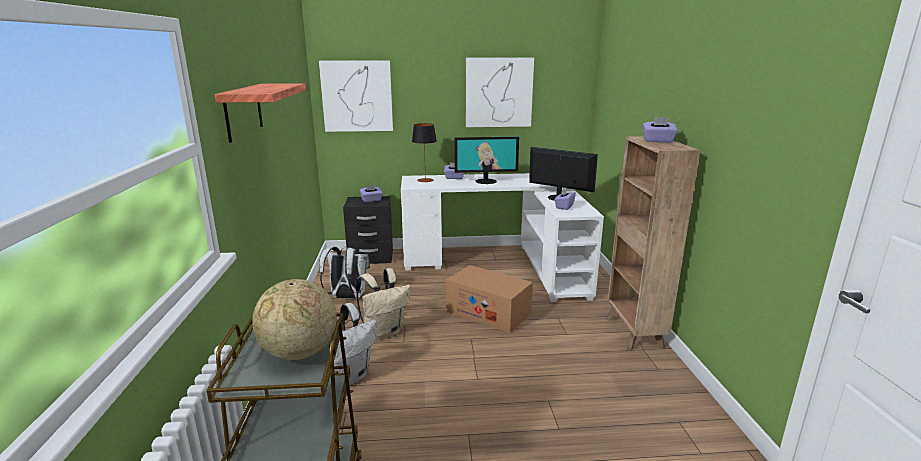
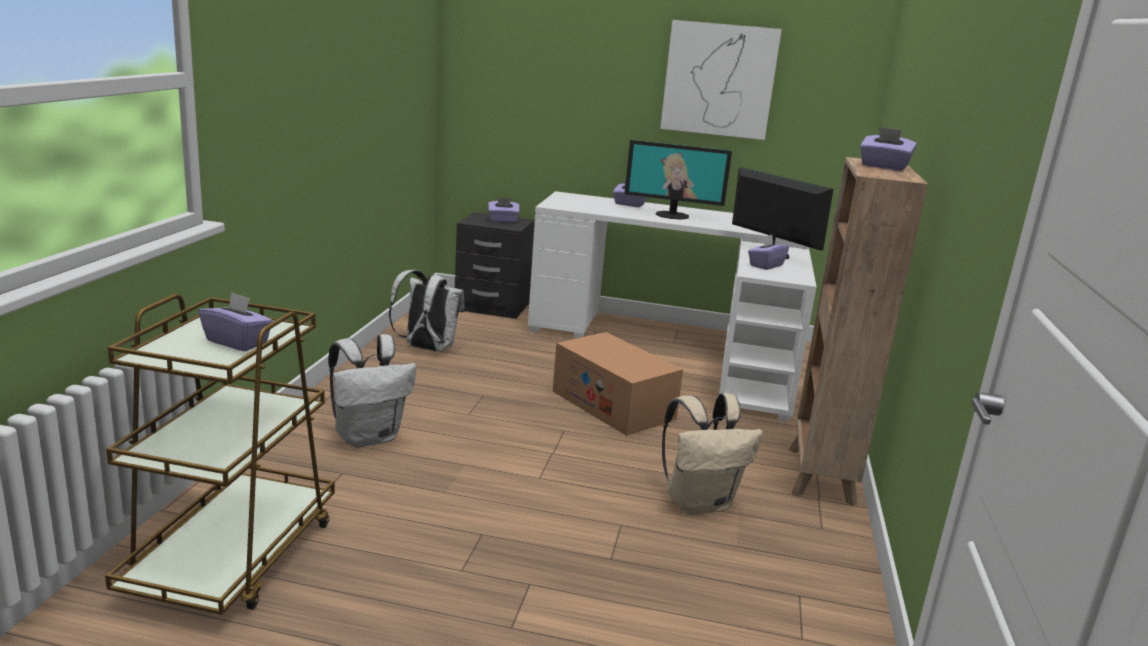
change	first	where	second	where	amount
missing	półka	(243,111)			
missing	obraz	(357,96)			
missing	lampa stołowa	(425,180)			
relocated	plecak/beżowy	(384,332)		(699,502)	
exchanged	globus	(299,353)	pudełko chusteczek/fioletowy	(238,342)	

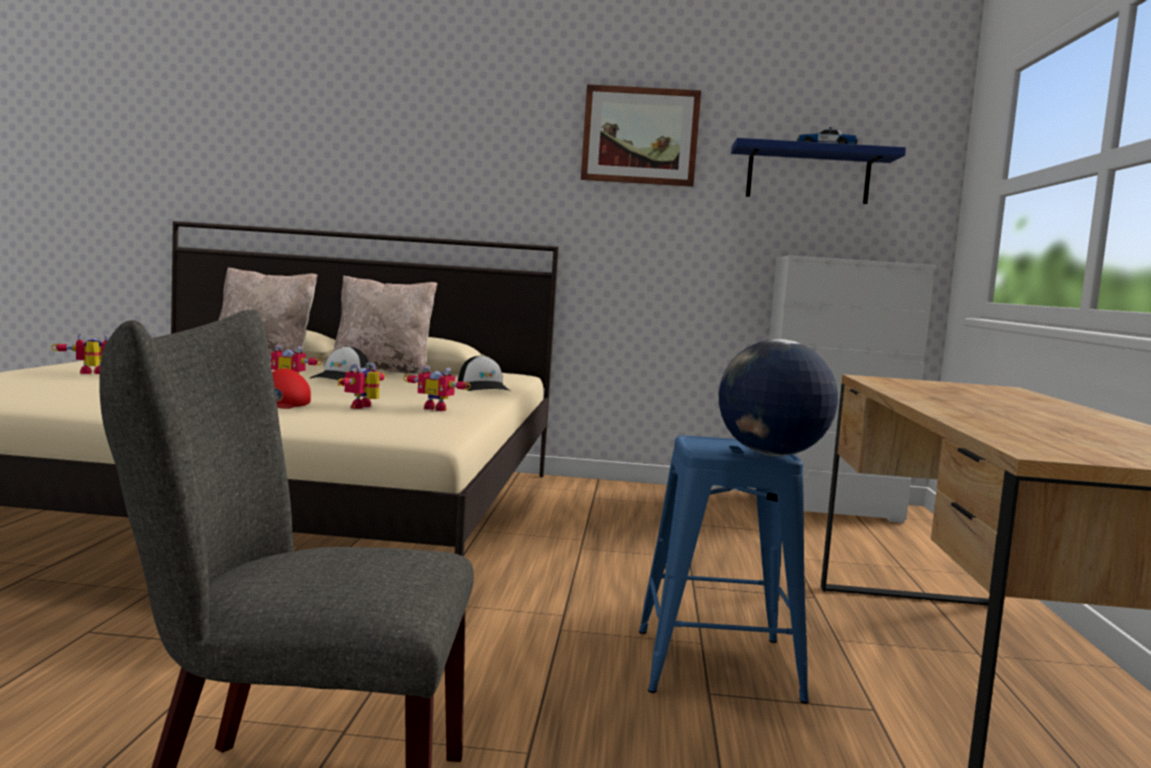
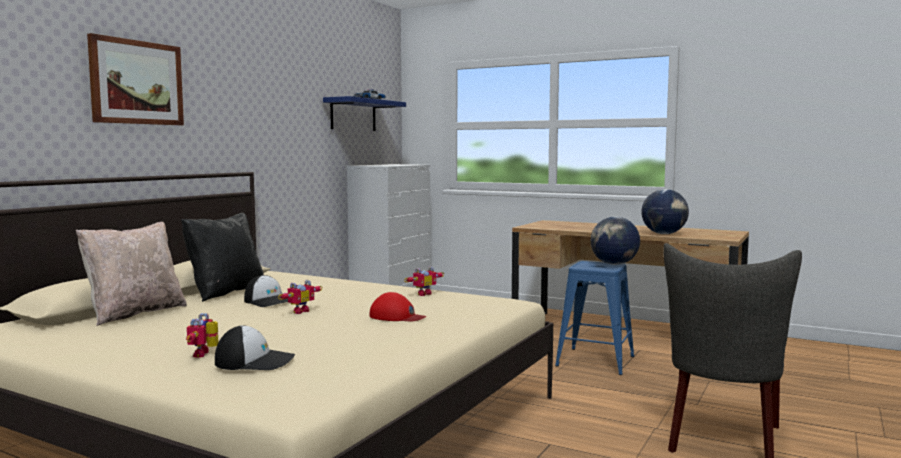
change	first	where	second	where	amount
missing	robot zabawkowy	(365,407)			
appeared			globus	(664,234)	
relocated	czapka z daszkiem	(484,388)		(255,361)	
relocated	obraz	(640,136)		(136,82)	
colour	poduszka/beżowy	(381,371)	poduszka/czarny	(225,292)	

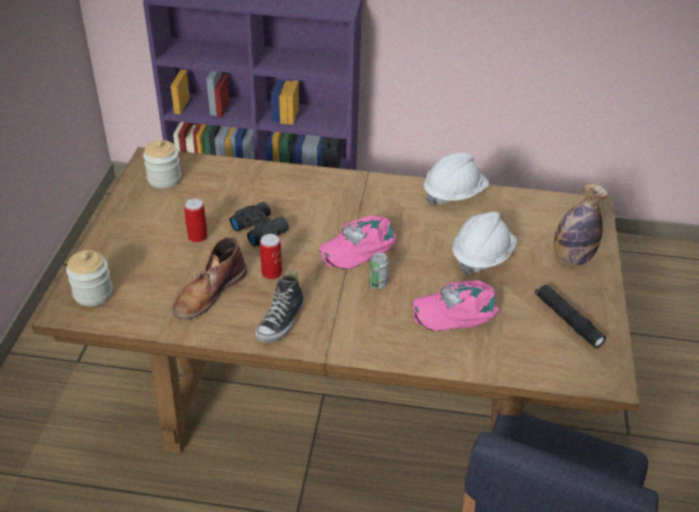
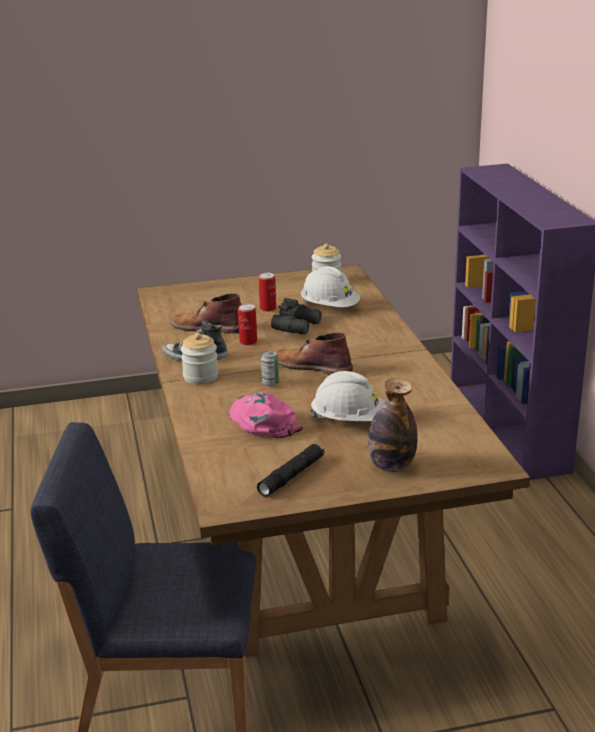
change	first	where	second	where	amount
relocated	słoik	(93,293)		(200,377)	
relocated	kask/biały	(454,194)		(330,307)	
exchanged	czapka z daszkiem/różowy	(358,246)	but z cholewką/brązowy	(311,366)	

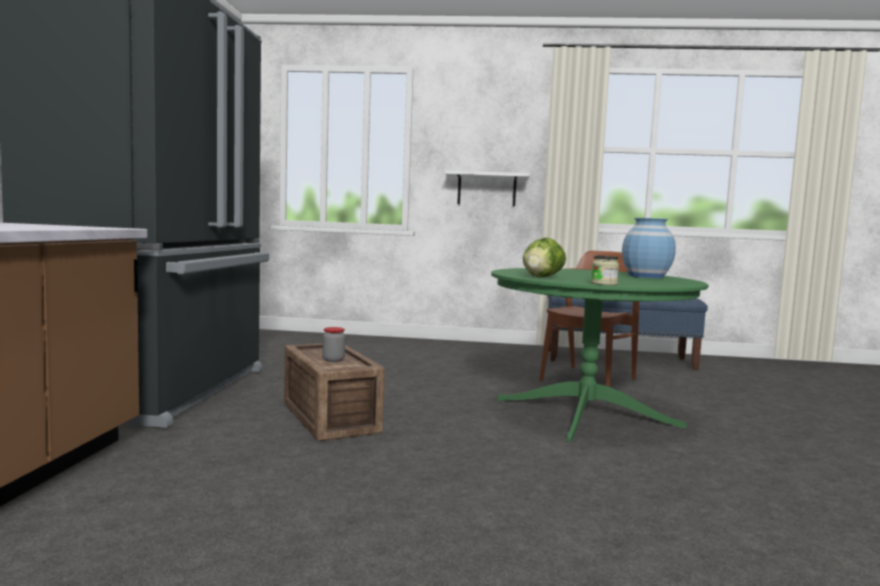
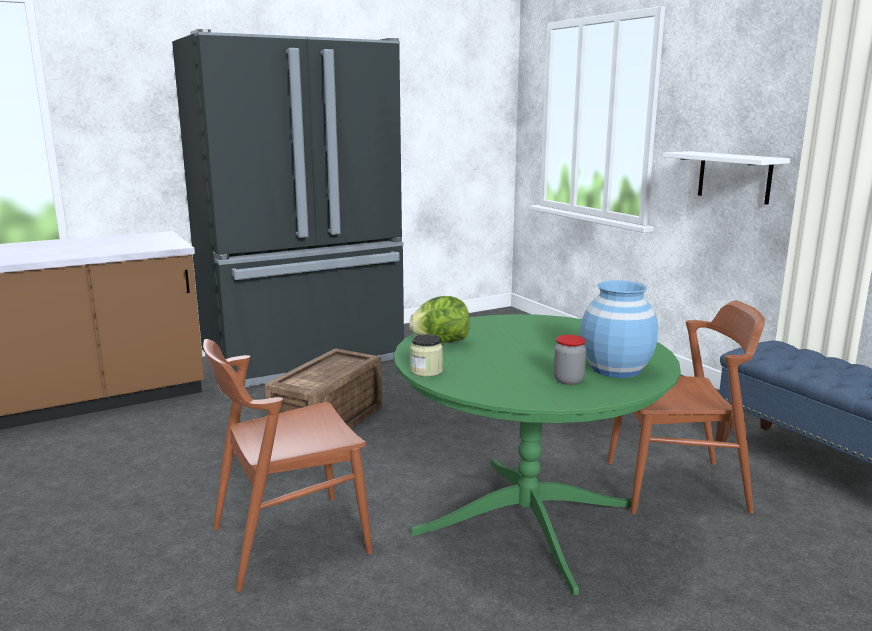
change	first	where	second	where	amount
appeared			krzesło/brązowy	(289,540)	
relocated	słoik	(333,360)		(568,380)	

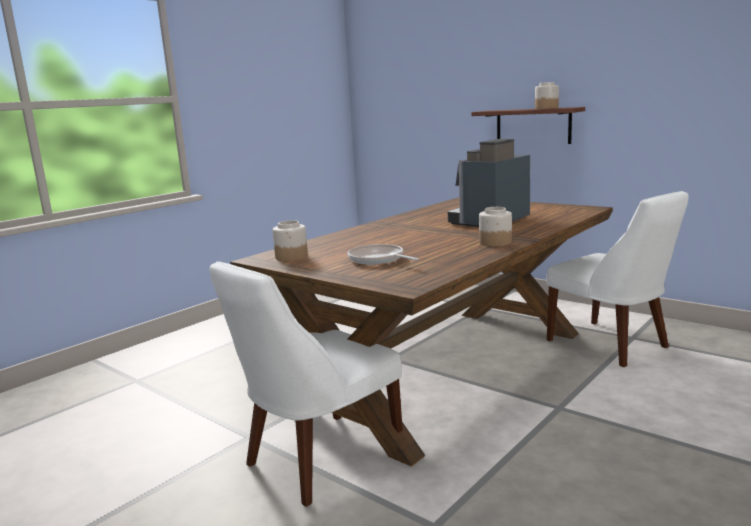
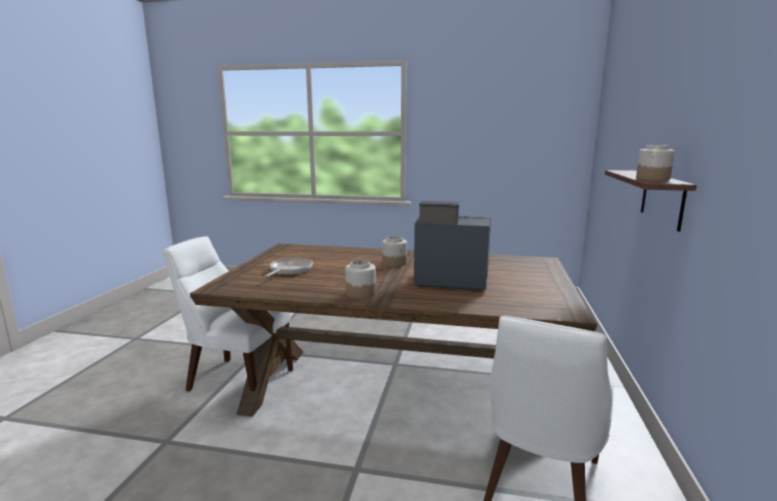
change	first	where	second	where	amount
relocated	słoik	(292,257)		(394,263)	

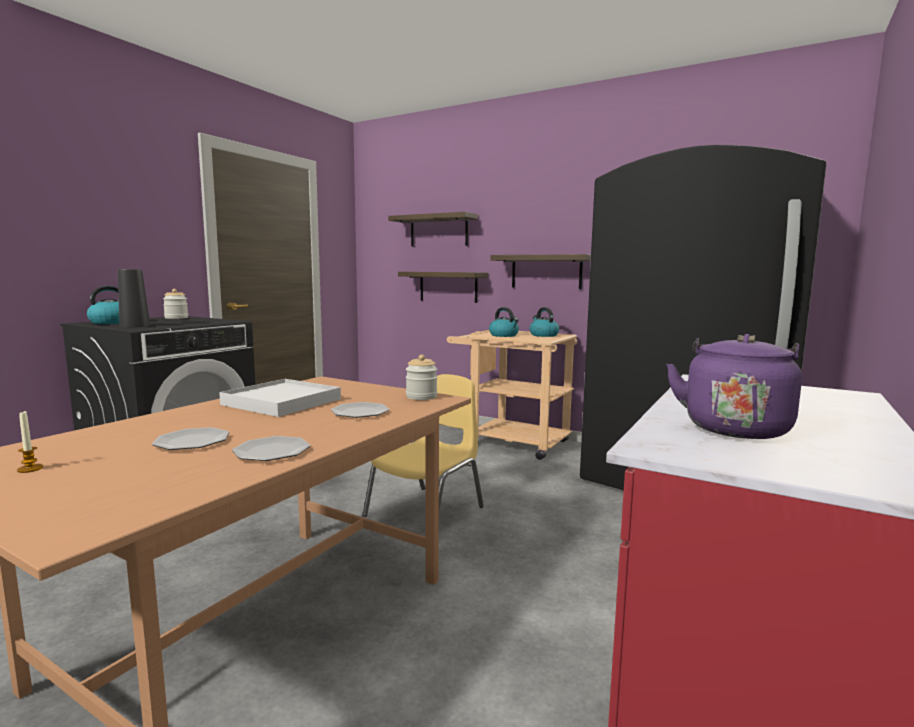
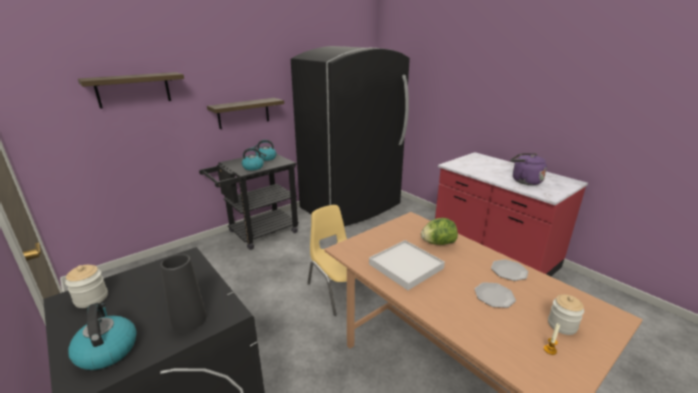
change	first	where	second	where	amount
missing	półka	(448,286)			
relocated	słoik	(421,397)		(562,325)	
exchanged	talerz	(359,412)	sałata	(438,243)	
colour	wózek/beżowy	(510,442)	wózek/czarny	(258,233)	

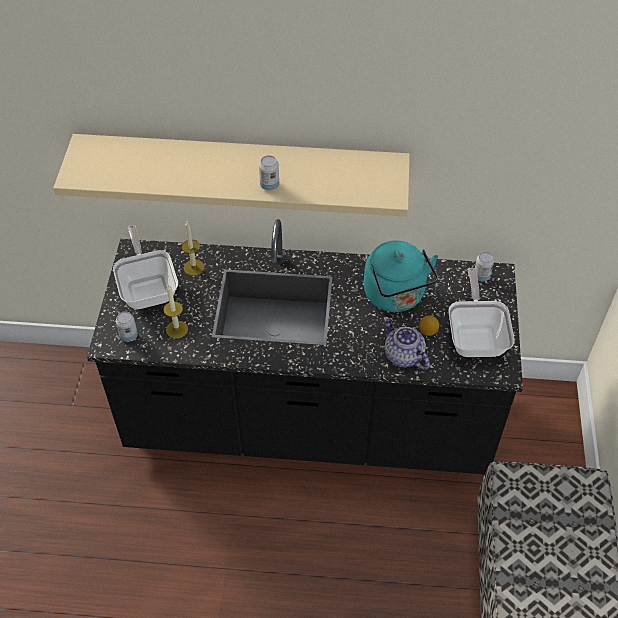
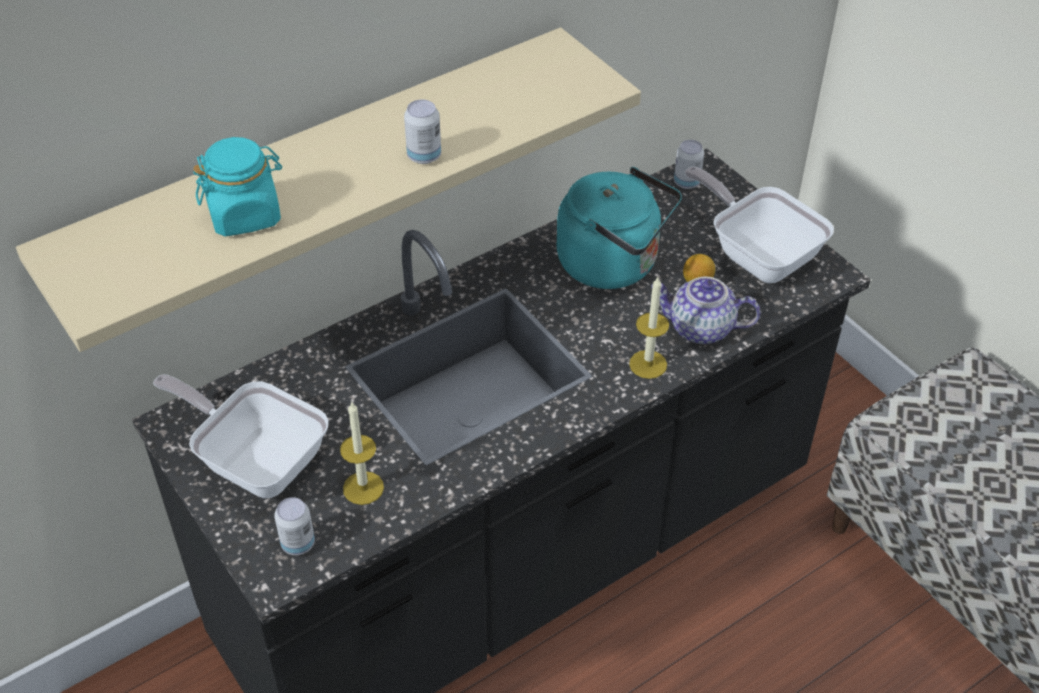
change	first	where	second	where	amount
appeared			słoik/turkusowy	(245,214)	
relocated	świeca	(194,267)		(648,364)	

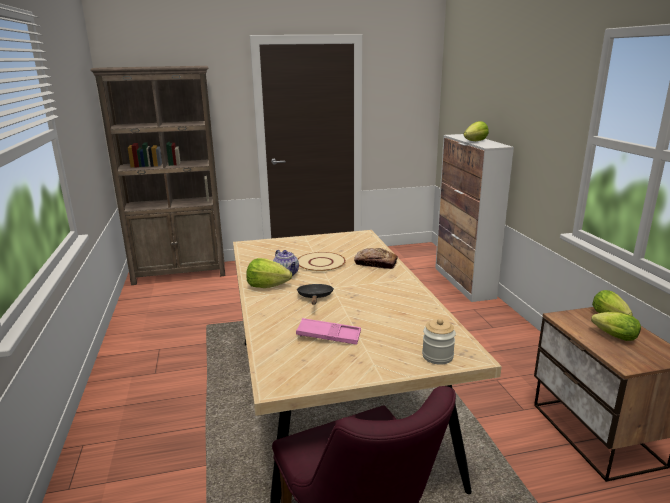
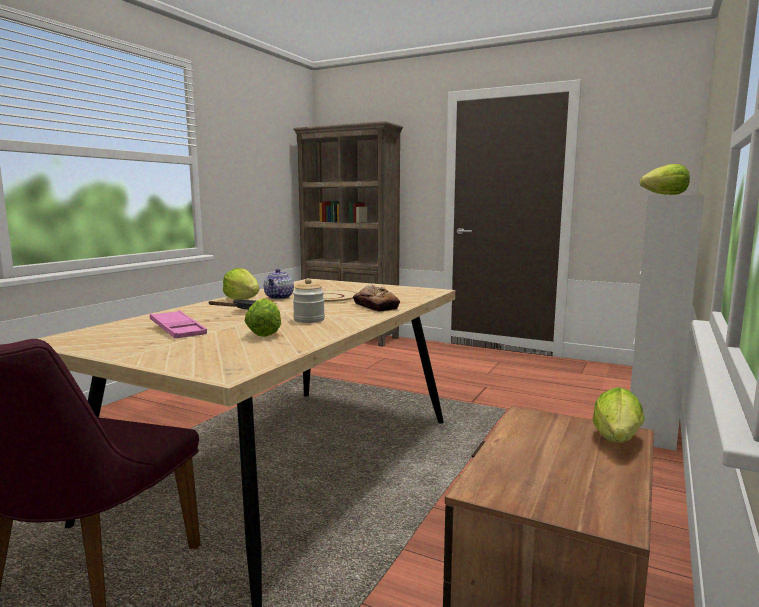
change	first	where	second	where	amount
relocated	słoik	(437,356)		(309,320)	
relocated	sałata	(612,336)		(264,333)	

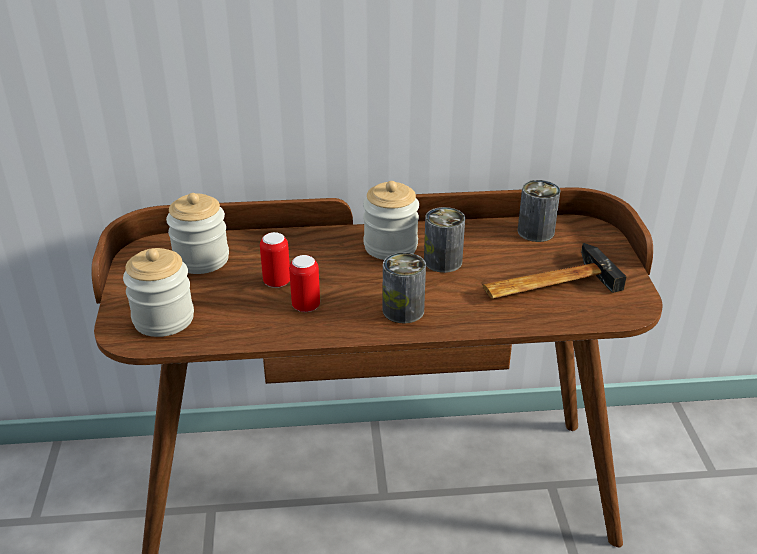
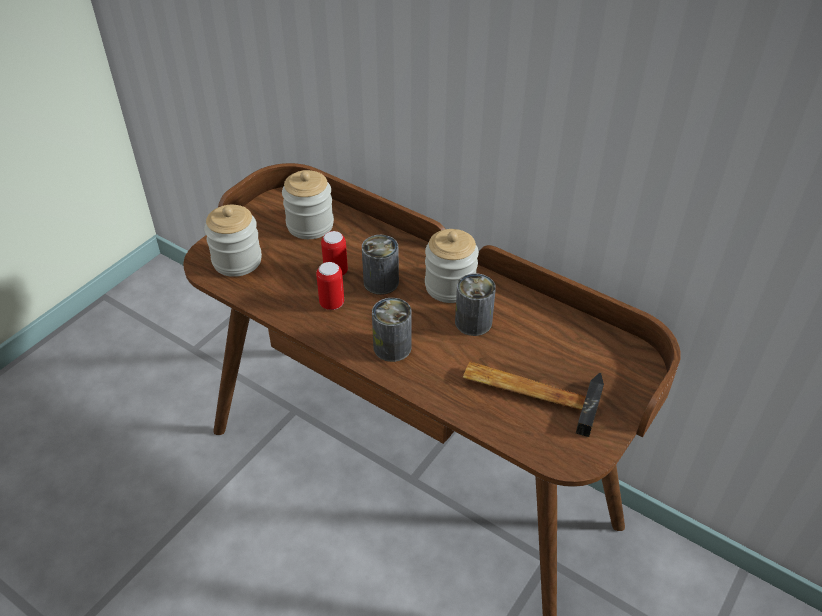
change	first	where	second	where	amount
relocated	puszka	(536,232)		(381,282)	

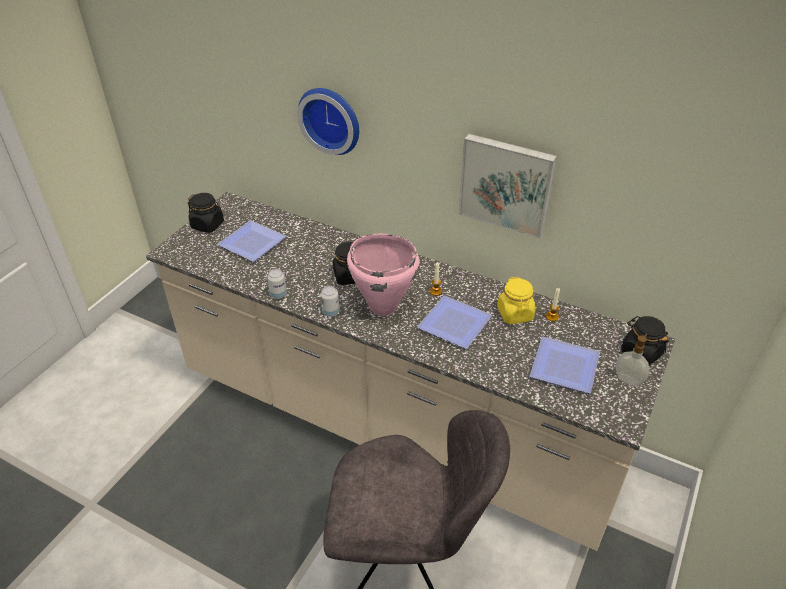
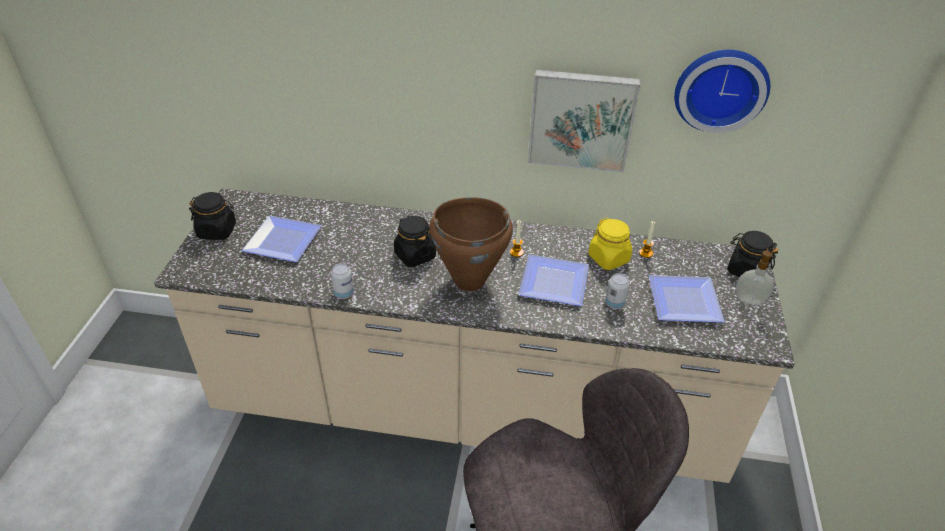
change	first	where	second	where	amount
relocated	zegar ścienny	(331,119)		(720,88)	
relocated	puszka	(331,312)		(614,303)	
colour	garnek/różowy	(383,306)	garnek/brązowy	(468,280)	

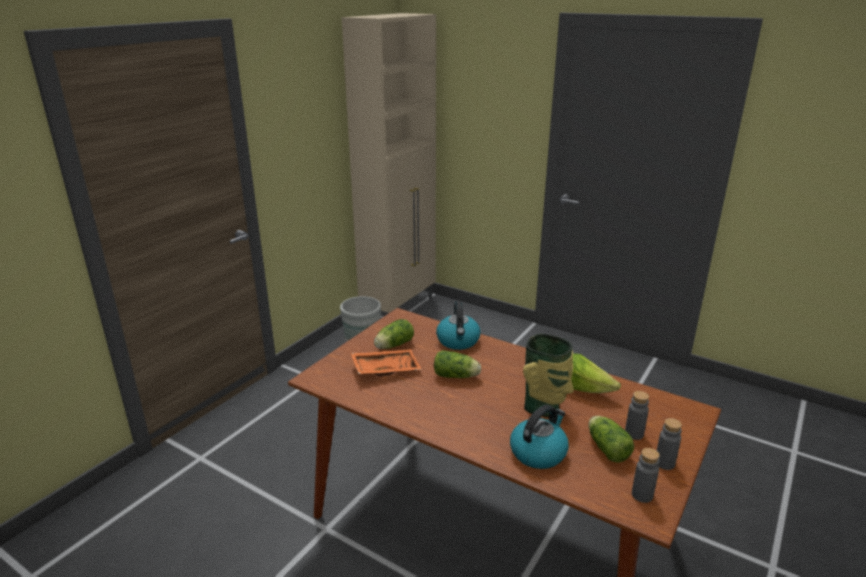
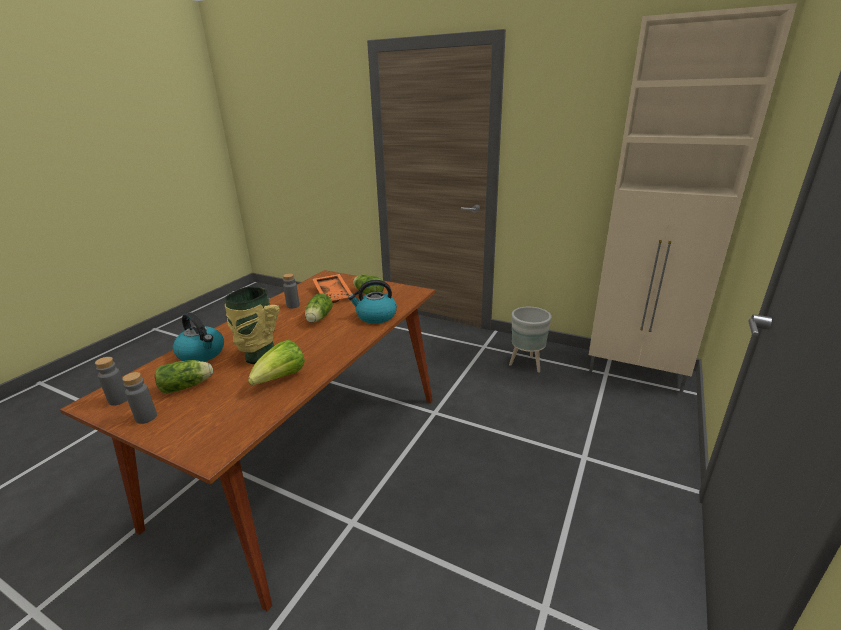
change	first	where	second	where	amount
relocated	butelka/szary	(634,434)		(293,305)	

